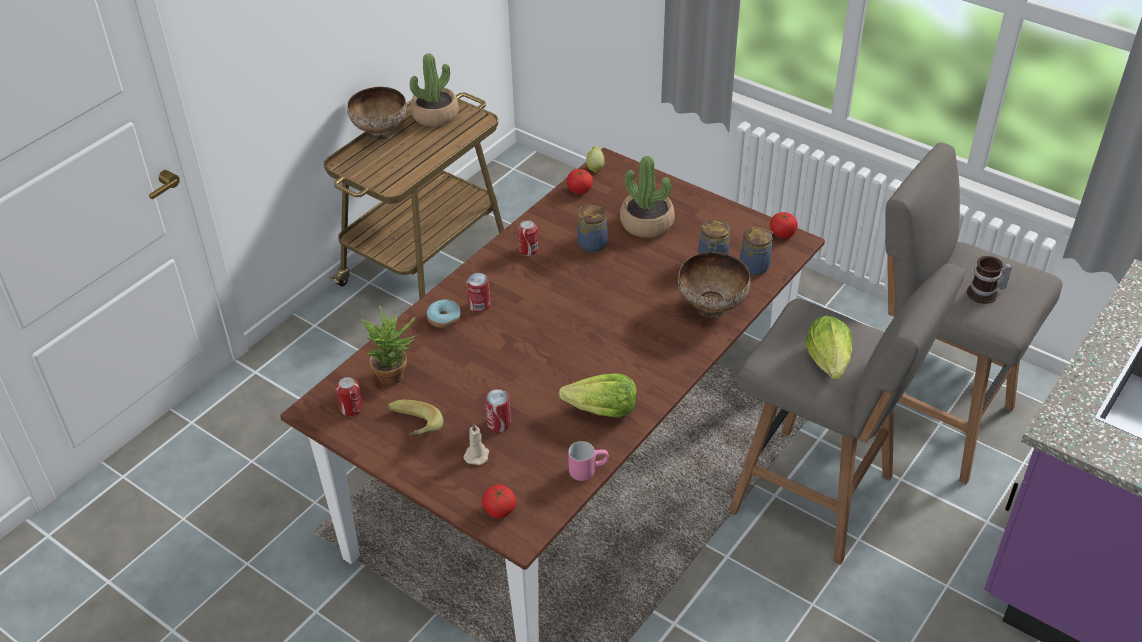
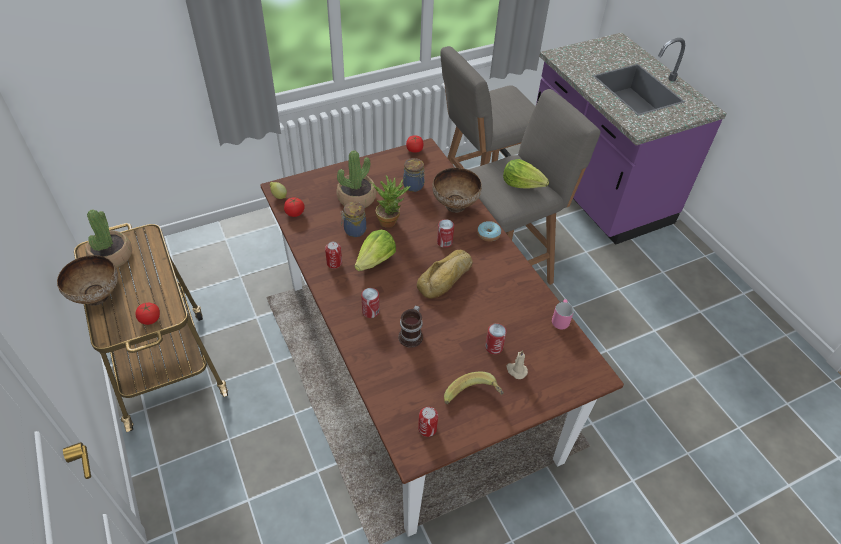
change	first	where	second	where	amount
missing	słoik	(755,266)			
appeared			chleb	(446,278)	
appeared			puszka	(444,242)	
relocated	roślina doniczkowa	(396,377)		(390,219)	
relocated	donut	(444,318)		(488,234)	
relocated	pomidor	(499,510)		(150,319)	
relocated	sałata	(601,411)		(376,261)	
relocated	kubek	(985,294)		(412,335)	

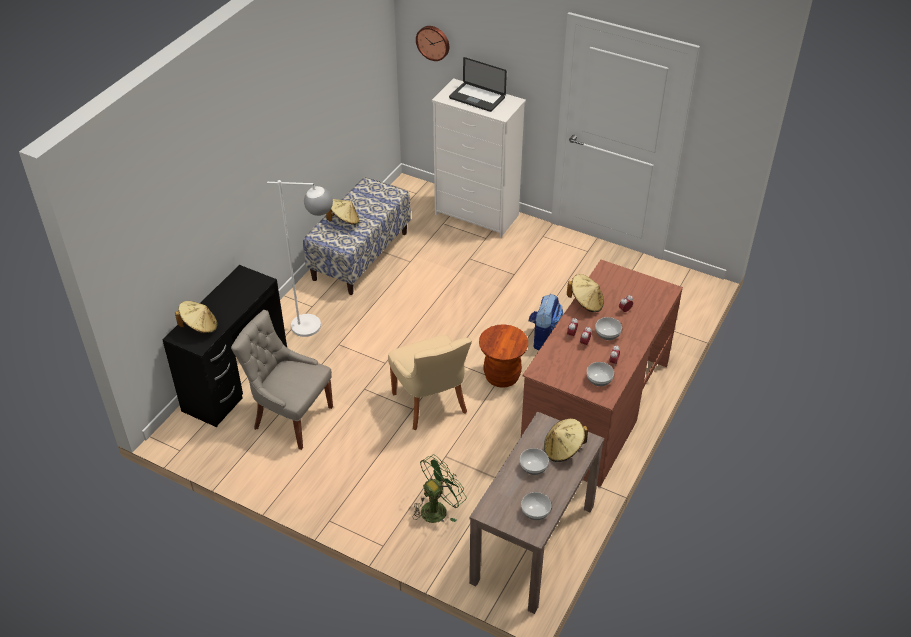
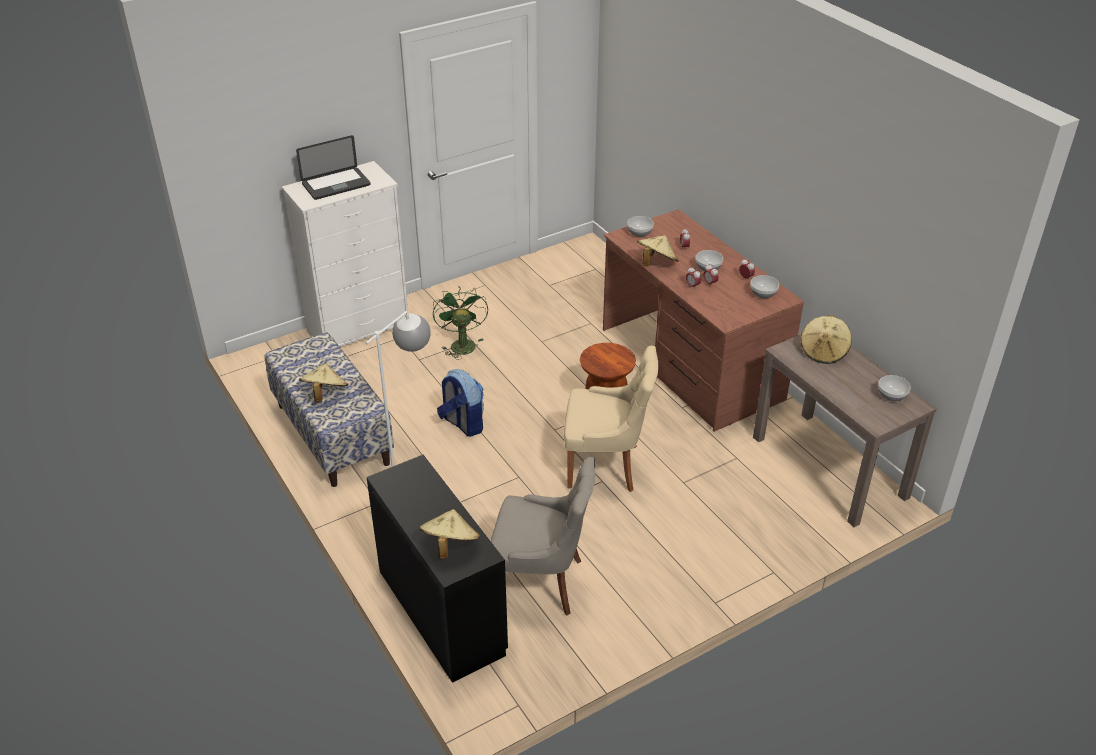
change	first	where	second	where	amount
missing	zegar ścienny	(433,42)			
relocated	wentylator/zielony	(437,508)		(461,344)	
relocated	miska	(533,467)		(639,233)	
relocated	plecak	(544,338)		(462,424)	
spun	krzesło/szary	(291,417)		(541,582)	135 degrees counterclockwise

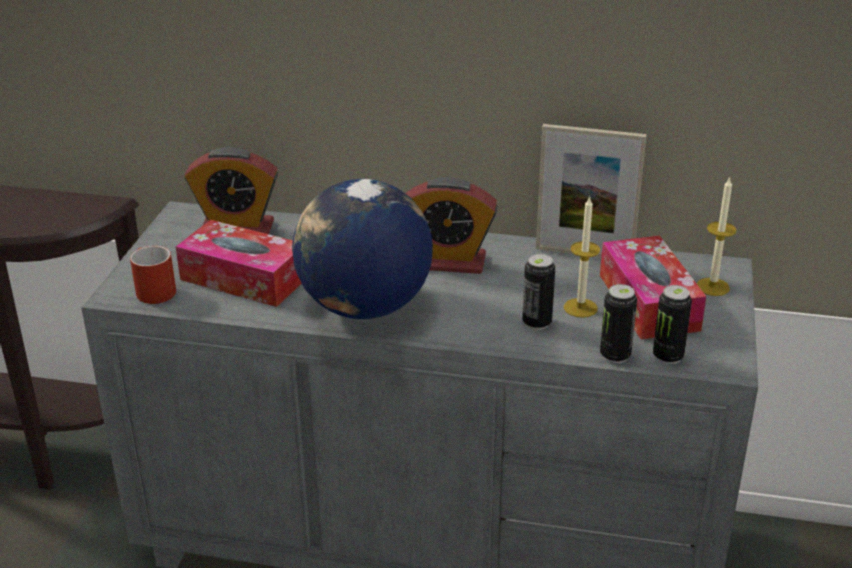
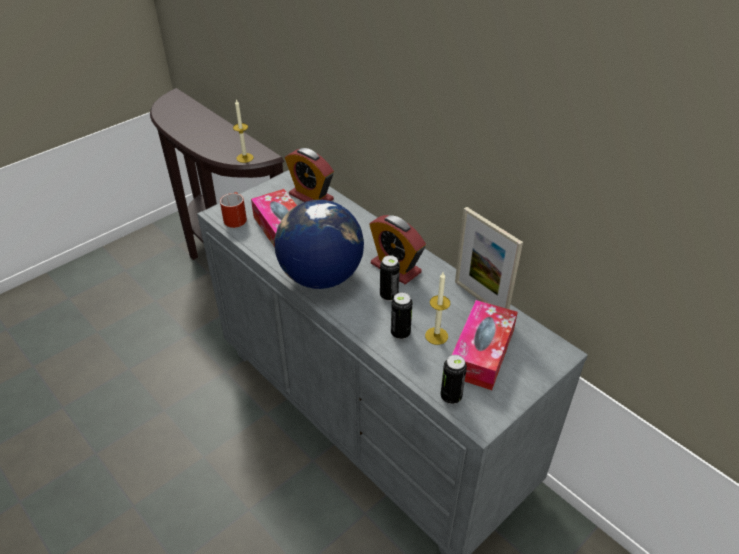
change	first	where	second	where	amount
relocated	puszka	(615,355)		(389,295)	
relocated	świeca	(712,287)		(245,158)	

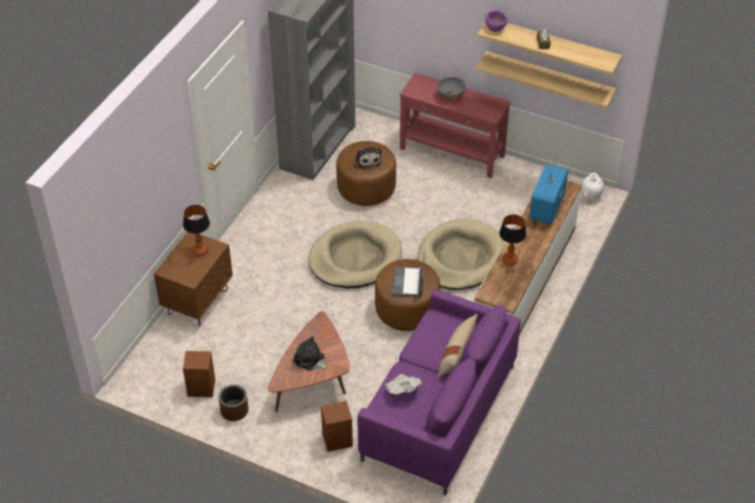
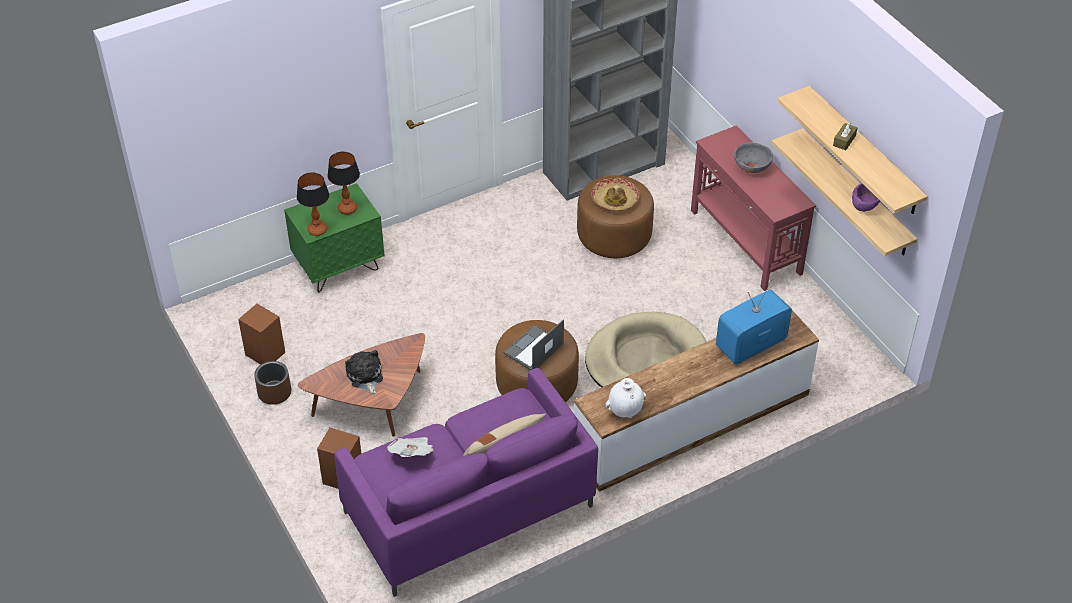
change	first	where	second	where	amount
missing	legowisko/beżowy	(355,258)			
relocated	miska/fioletowy	(496,28)		(864,207)	
relocated	lampa stołowa	(509,260)		(317,230)	
relocated	wazon/biały	(590,196)		(625,411)	
exchanged	pluszak	(367,160)	kapelusz	(615,200)	
colour	szafka nocna/brązowy	(198,302)	szafka nocna/zielony	(339,268)	

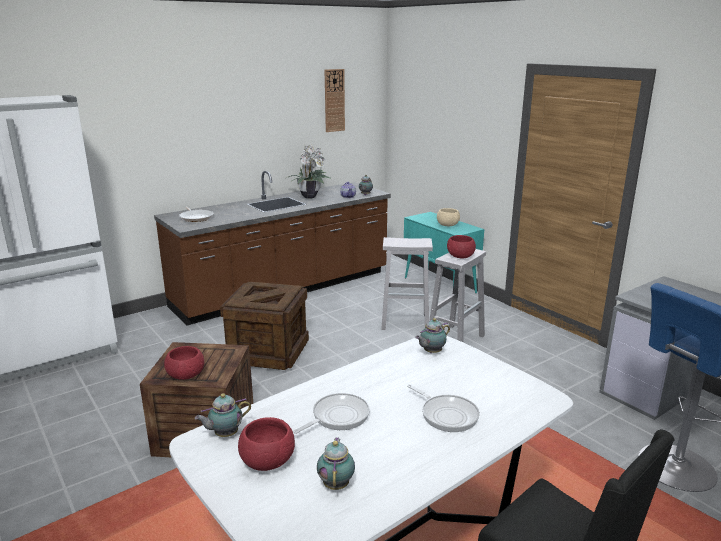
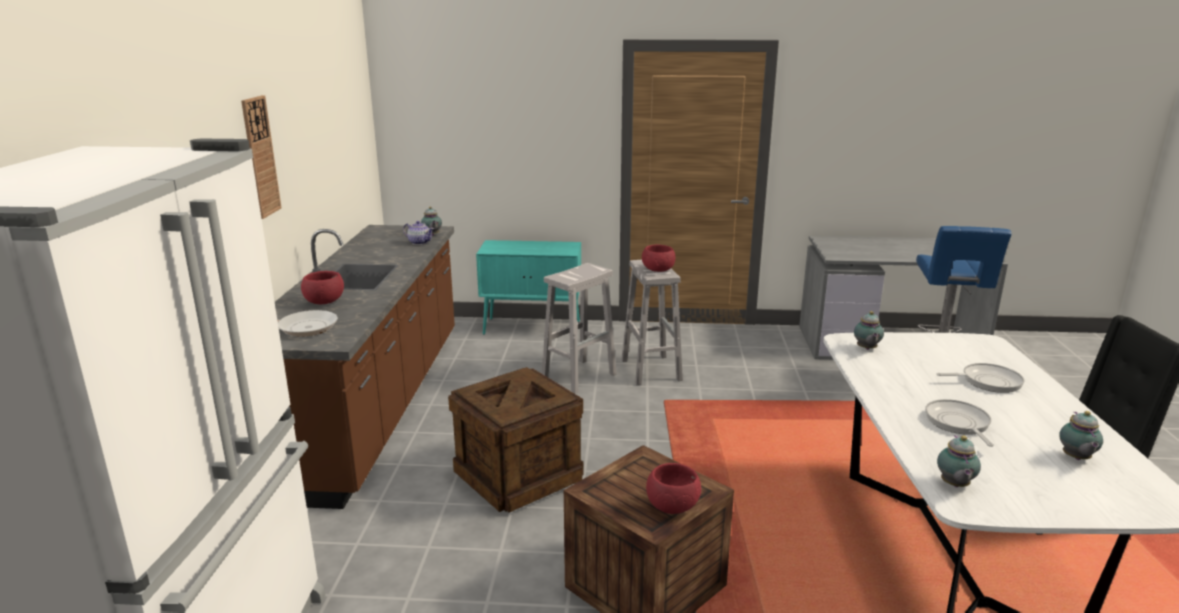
change	first	where	second	where	amount
missing	roślina doniczkowa	(309,196)			
missing	miska/beżowy	(447,225)			
relocated	miska/czerwony	(267,461)		(324,301)	
relocated	zegar ścienny	(334,100)		(260,157)	
spun	imbryk	(336,484)		(1076,458)	120 degrees counterclockwise

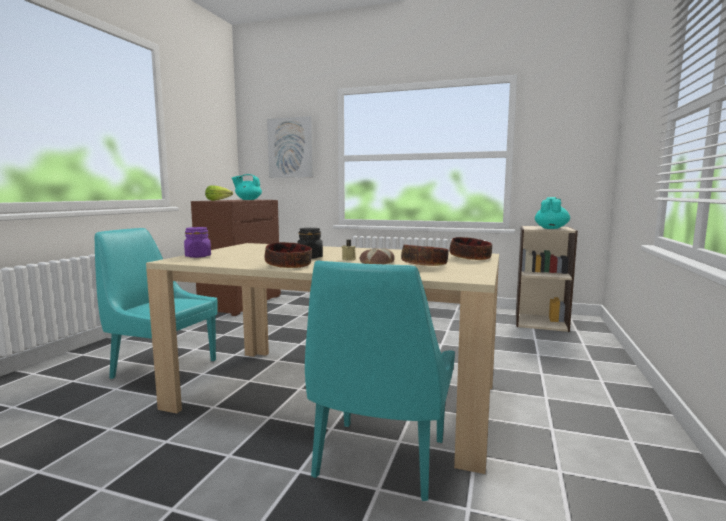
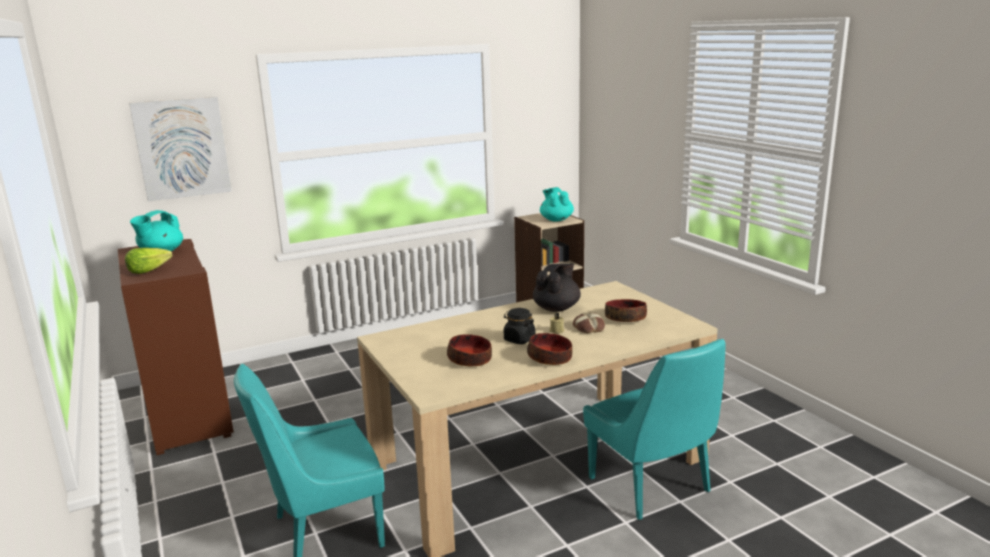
change	first	where	second	where	amount
missing	słoik/fioletowy	(198,256)			
appeared			imbryk/czarny	(557,308)	
relocated	miska	(470,258)		(470,360)	

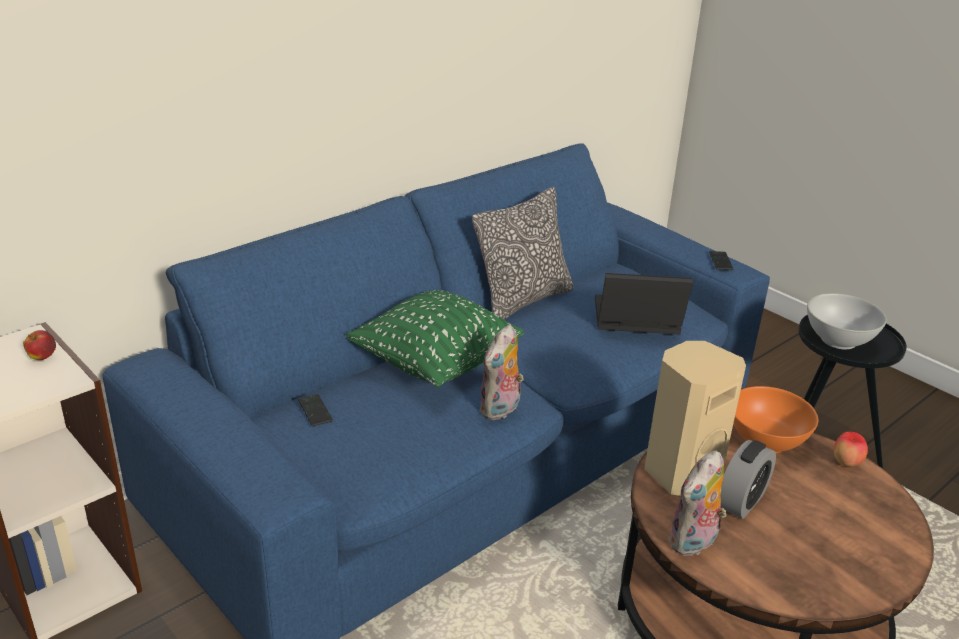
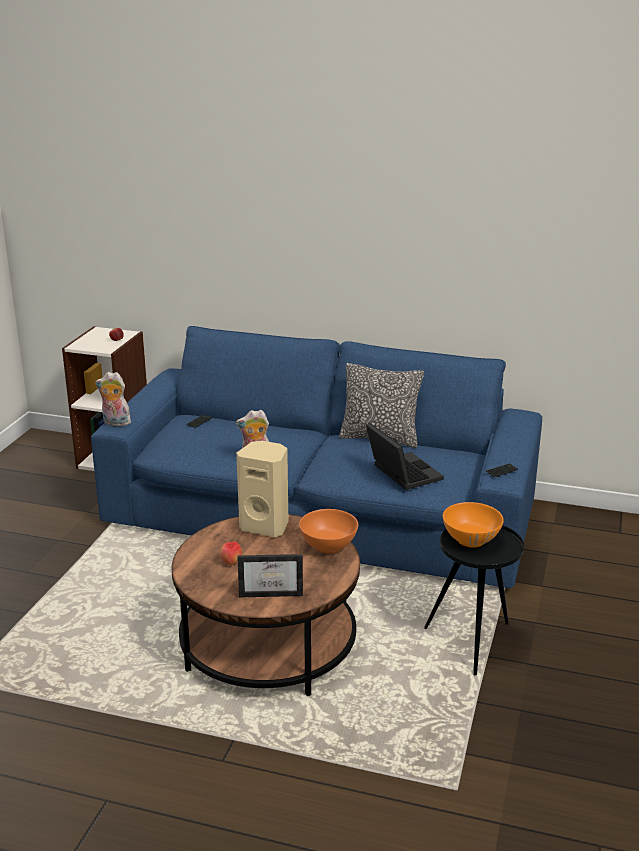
change	first	where	second	where	amount
missing	poduszka/zielony	(435,364)			
missing	budzik	(741,501)			
appeared			ramka na zdjęcie	(272,592)	
relocated	pluszak	(694,543)		(115,423)	
relocated	jabłko	(846,463)		(231,563)	
colour	miska/biały	(838,340)	miska/pomarańczowy	(471,540)	

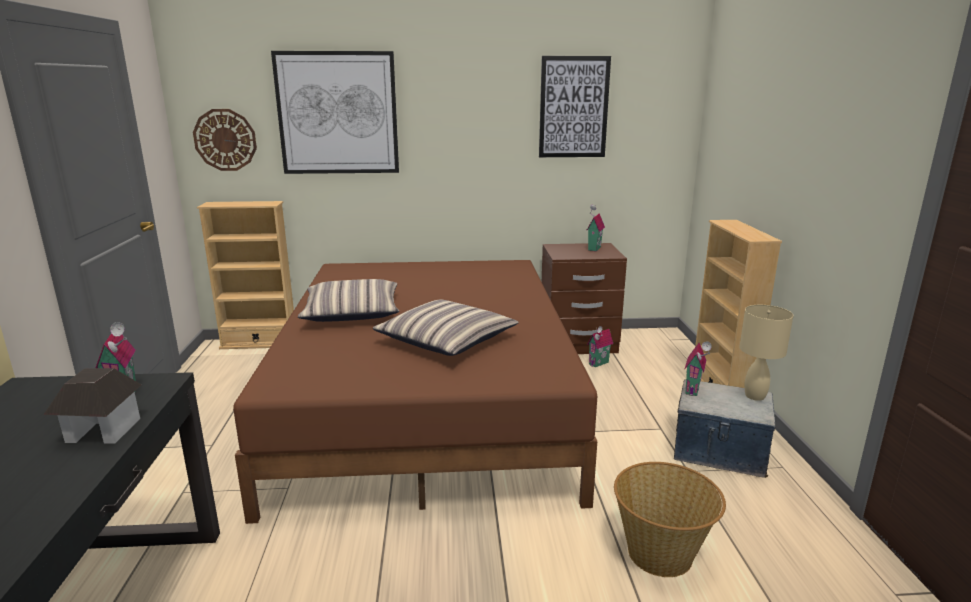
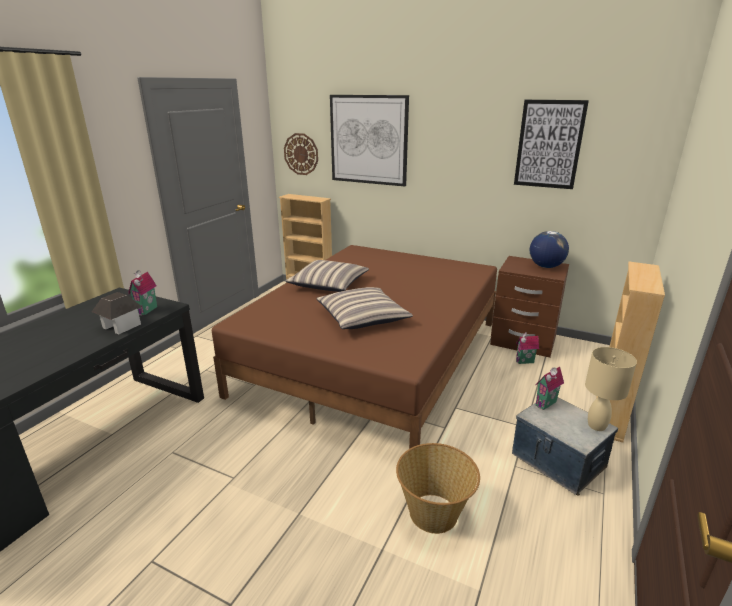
change	first	where	second	where	amount
exchanged	domek	(593,248)	globus	(545,266)	

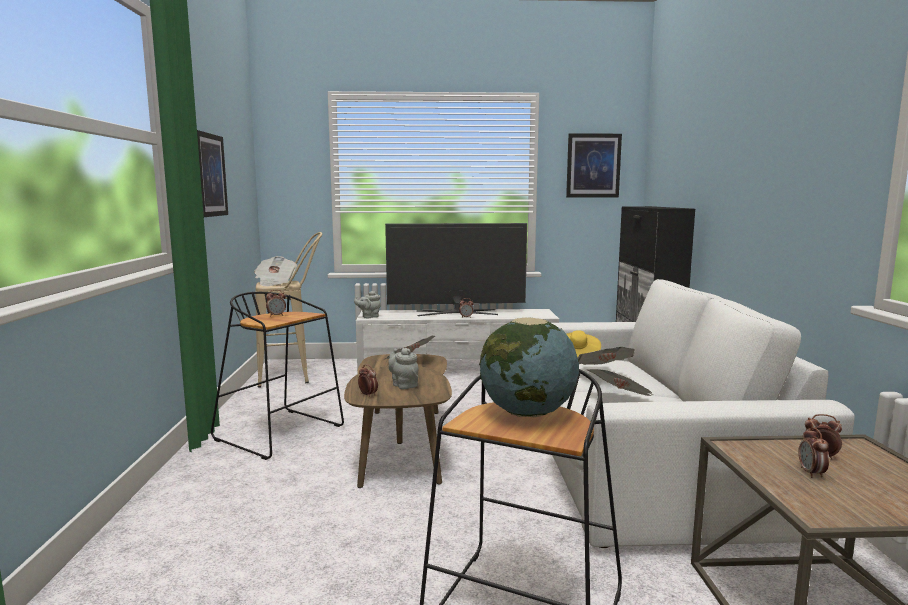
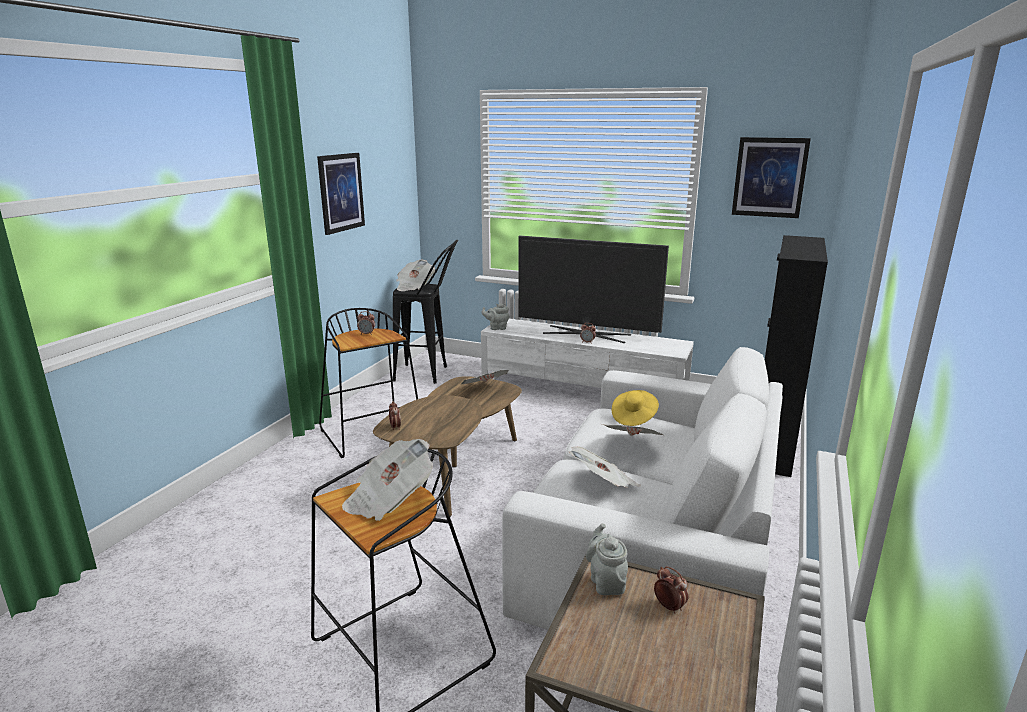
change	first	where	second	where	amount
missing	budzik	(811,473)			
relocated	imbryk/szary	(403,385)		(606,582)	
exchanged	globus	(527,413)	gazeta	(389,500)	
colour	stołek/beżowy	(293,377)	stołek/czarny	(429,374)	

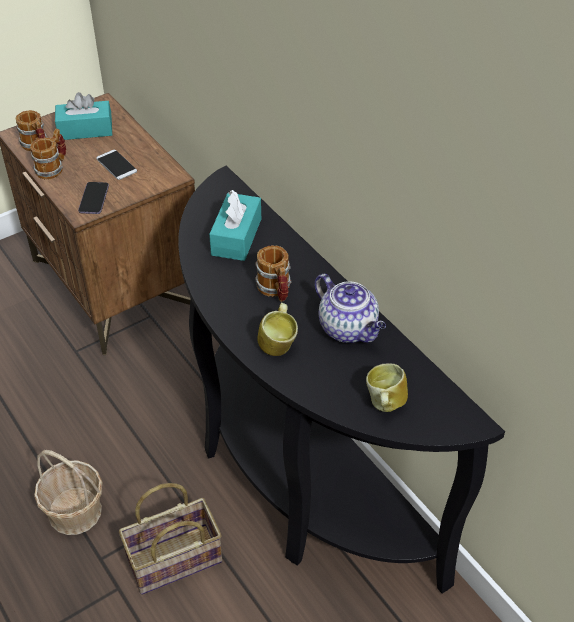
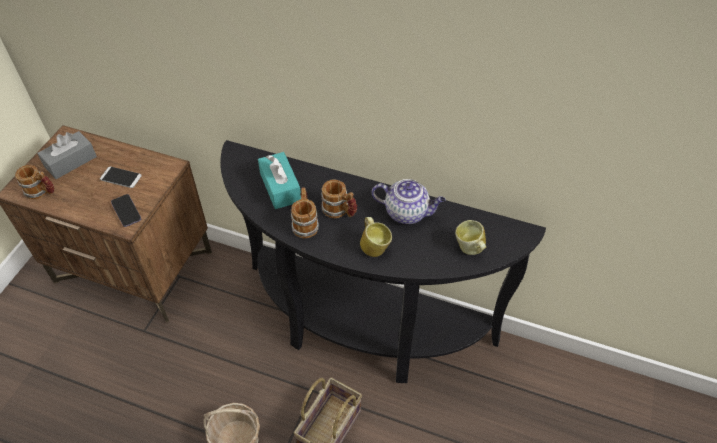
change	first	where	second	where	amount
relocated	kubek	(53,168)		(305,223)	
colour	pudełko chusteczek/turkusowy	(85,130)	pudełko chusteczek/szary	(70,161)	

